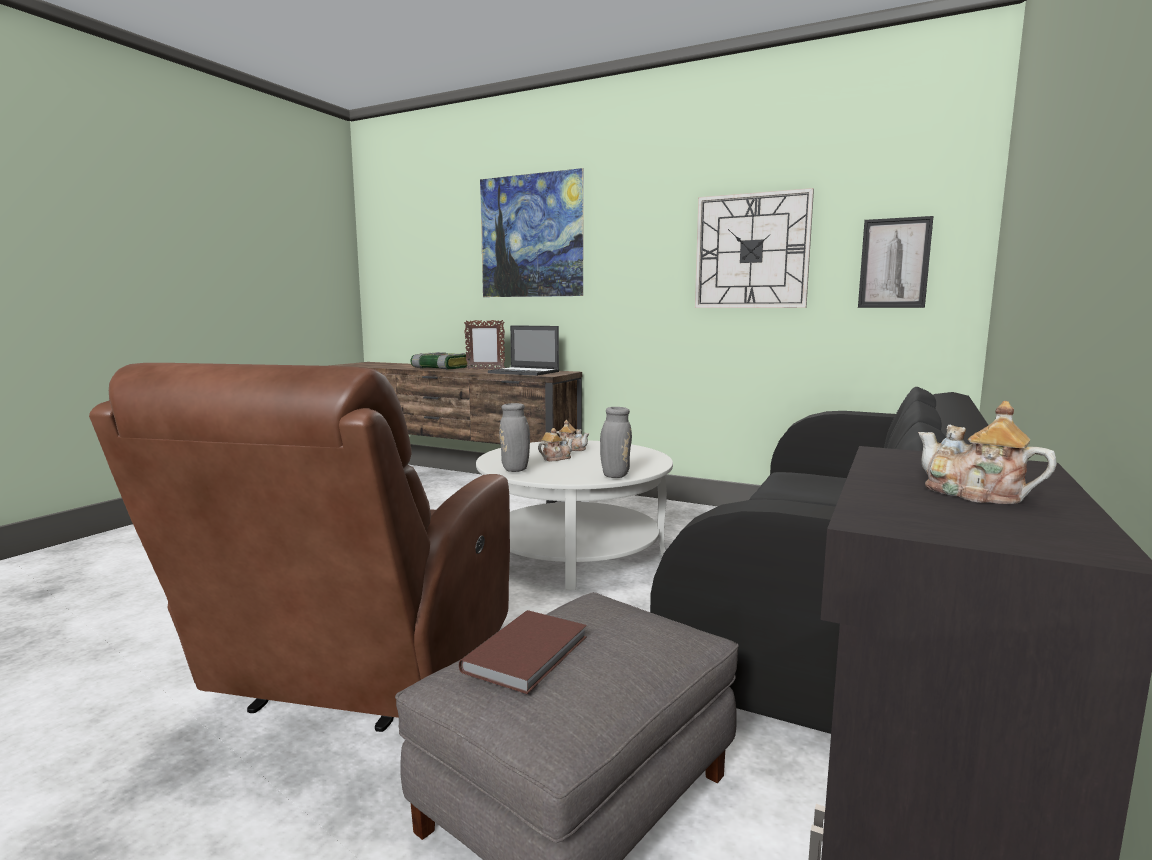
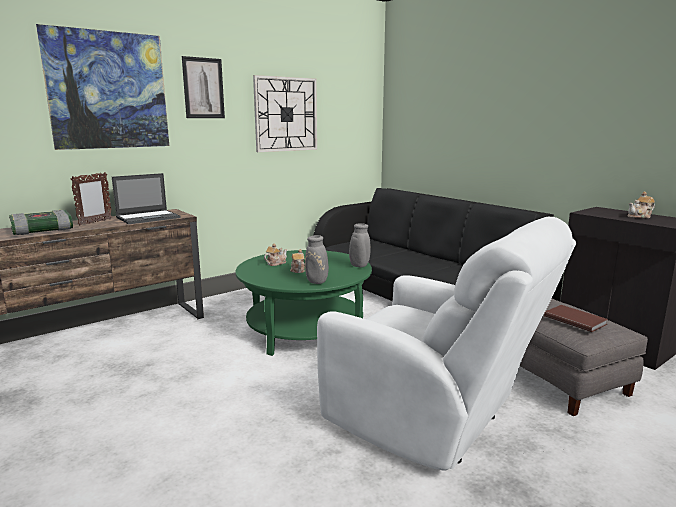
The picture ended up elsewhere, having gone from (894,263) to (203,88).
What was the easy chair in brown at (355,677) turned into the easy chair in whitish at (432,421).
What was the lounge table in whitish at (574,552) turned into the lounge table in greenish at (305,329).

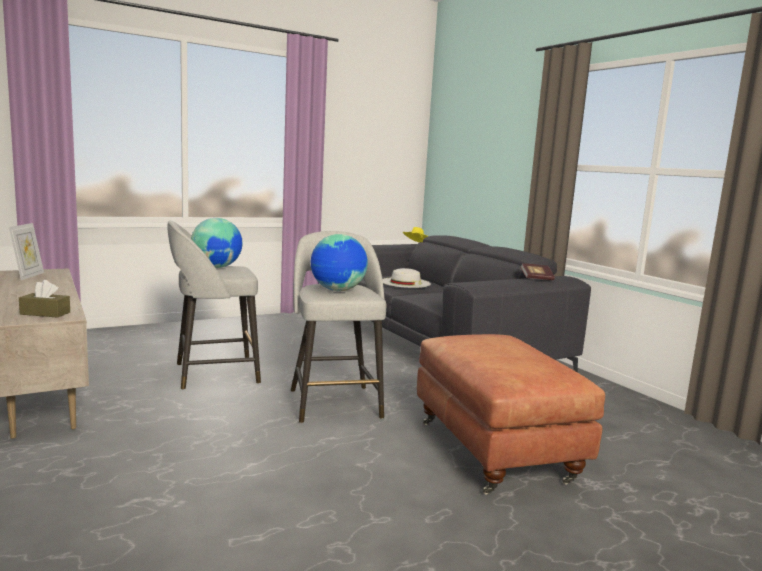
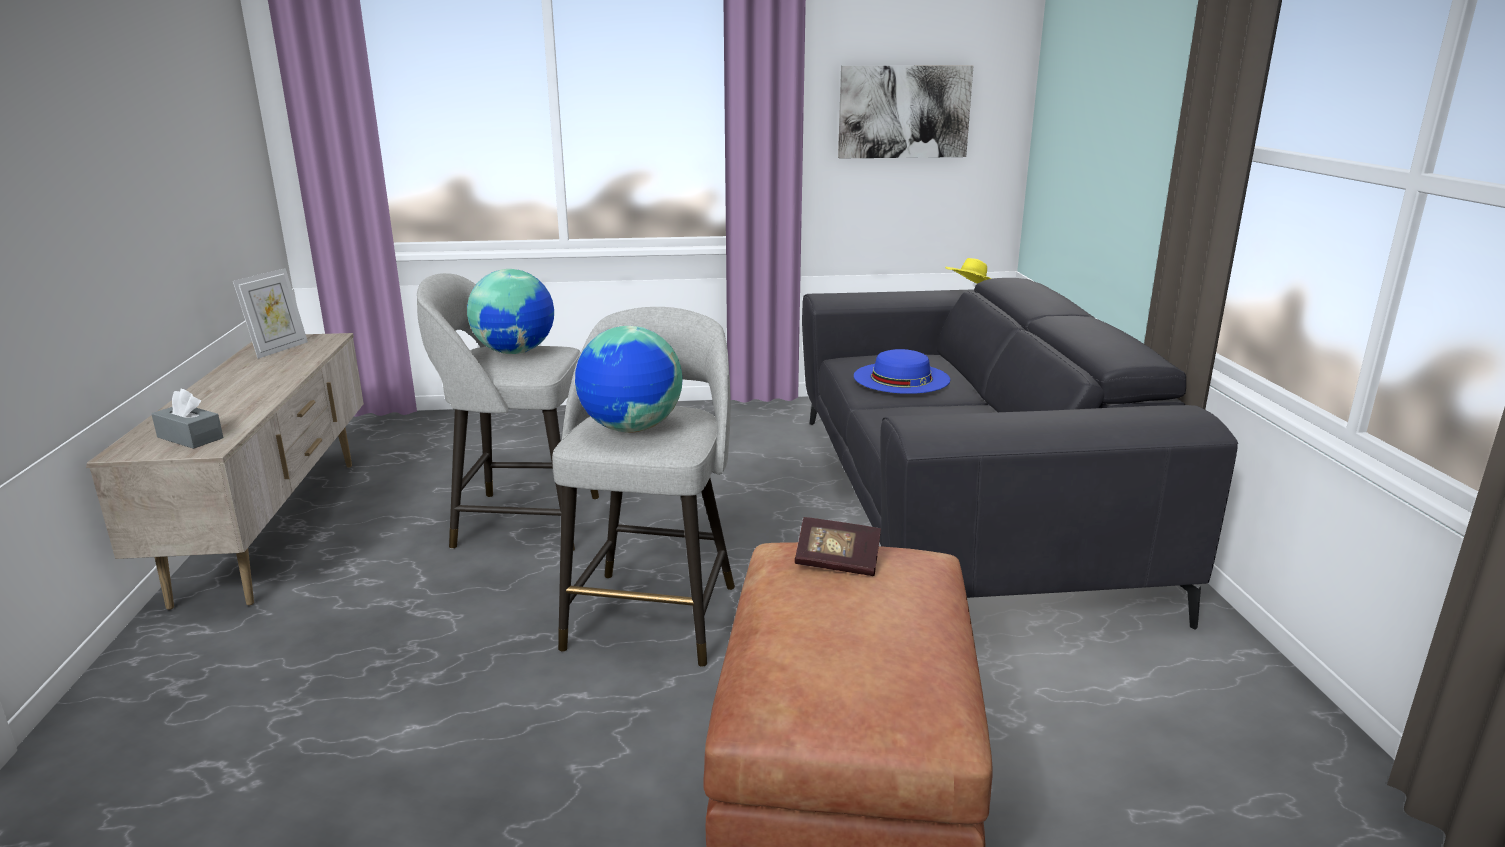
The bound book ended up elsewhere, having gone from (536,278) to (837,562).
What was the hat in whitish at (405,282) turned into the hat in blue at (901,378).
What was the box of tissues in brown at (45,313) turned into the box of tissues in gray at (190,437).
The second view gained the picture at (903,112).

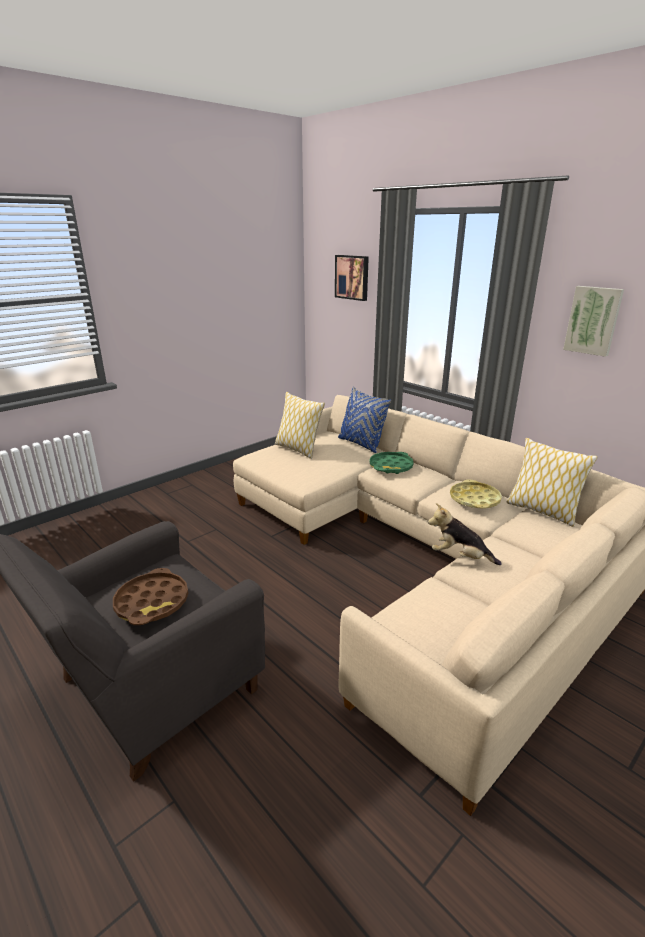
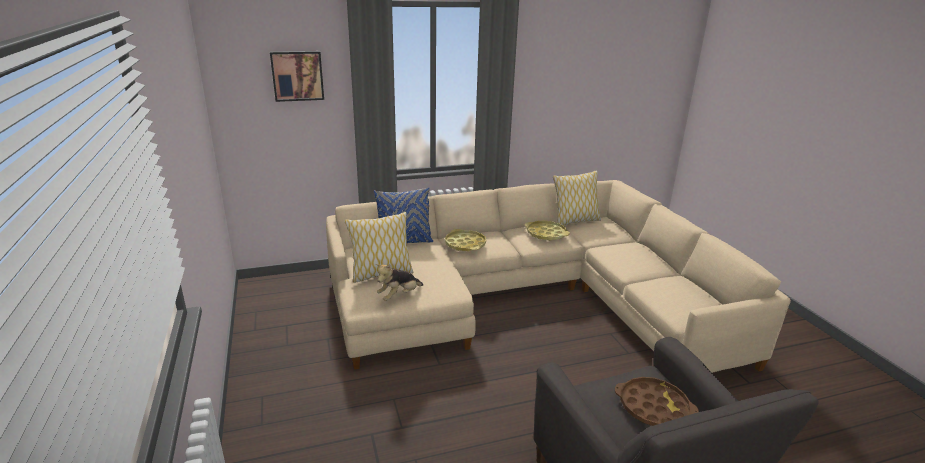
The second view lost the picture at (593,320).
What was the serving tray in greenish at (391,466) turned into the serving tray in yellow at (465,244).
The cuddly toy ended up elsewhere, having gone from (460,557) to (399,296).

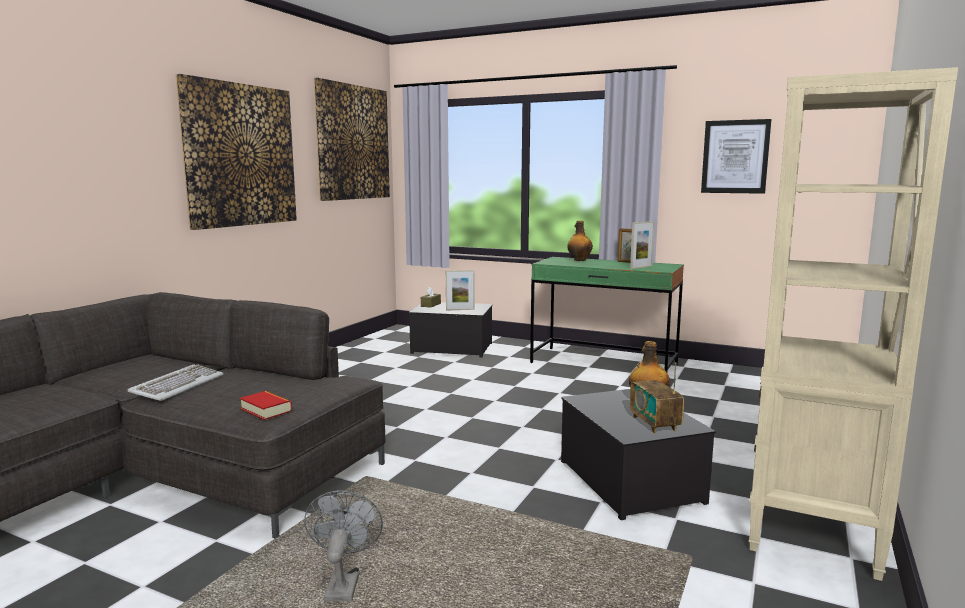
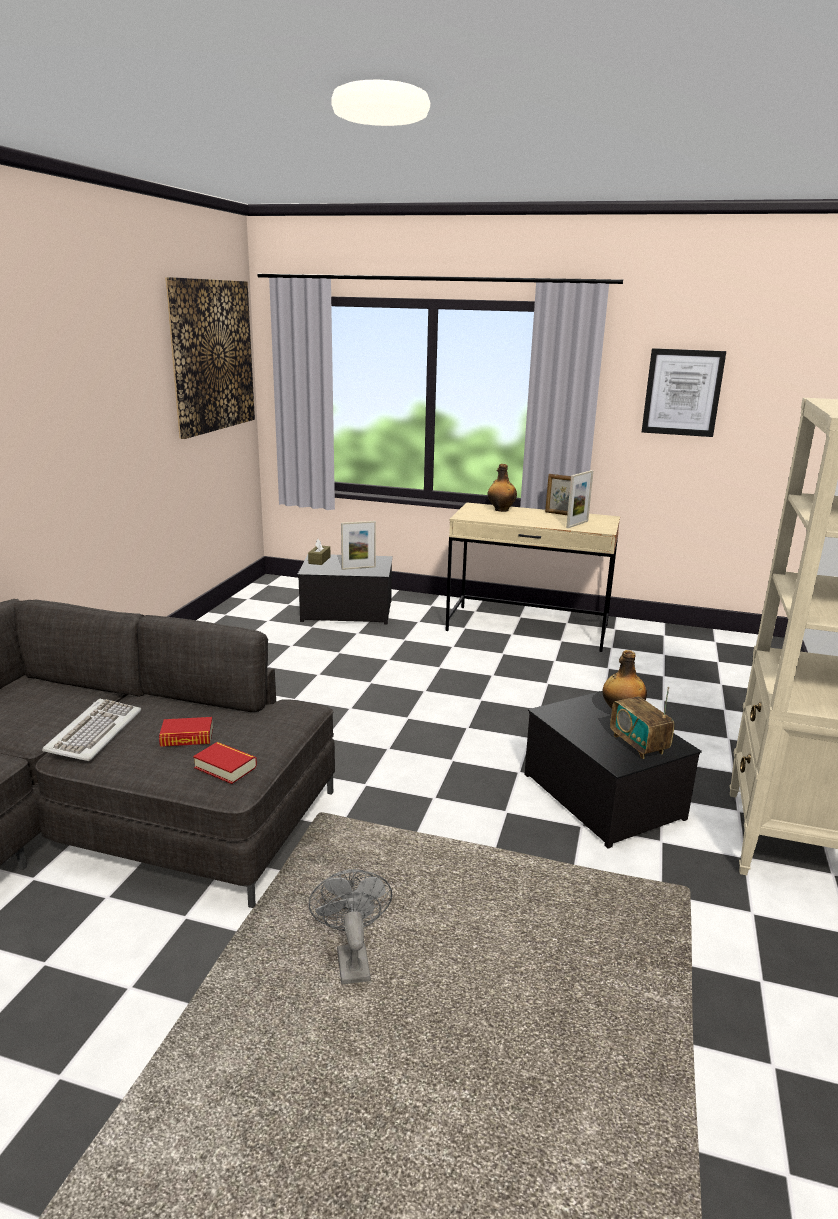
The second view lost the picture at (240,155).
What was the desk in greenish at (603,363) turned into the desk in sand-coloured at (527,628).
The second view gained the bound book at (187,737).

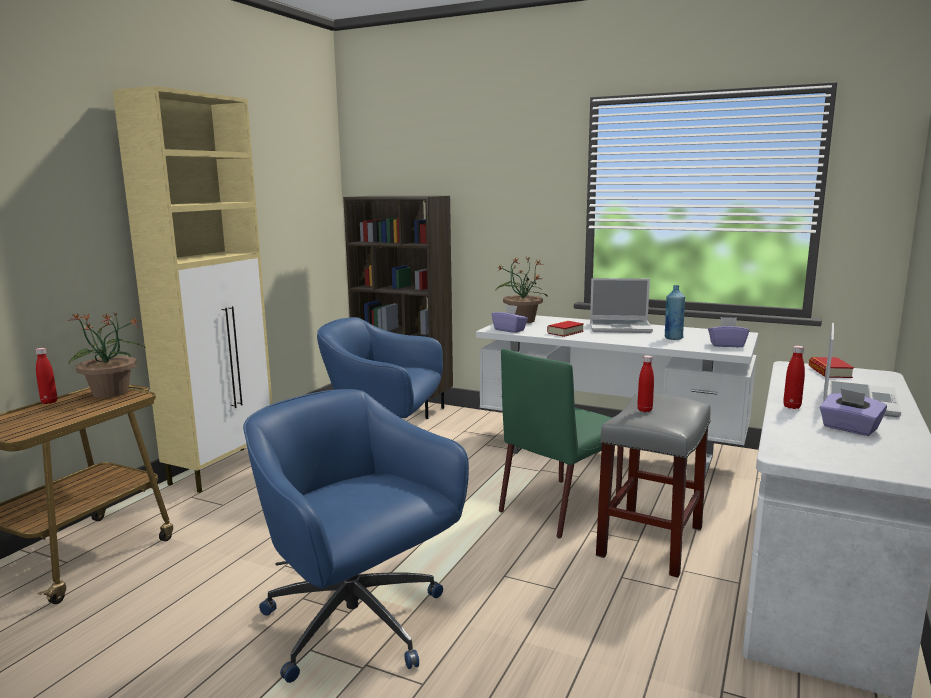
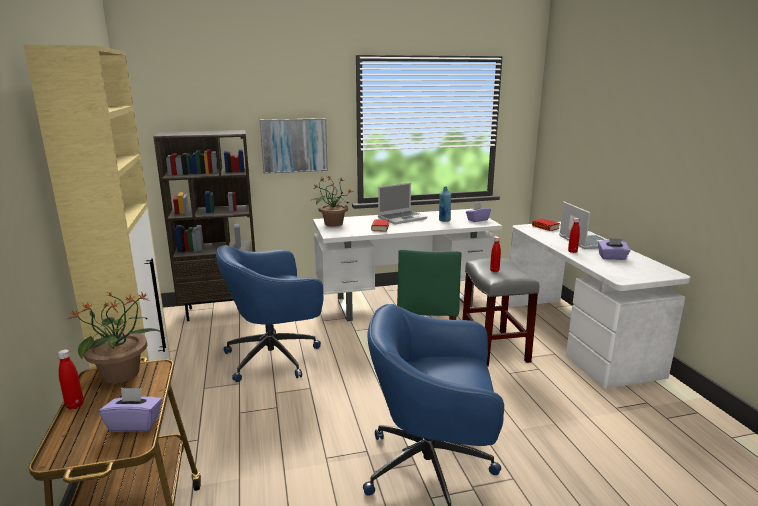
The box of tissues in purple ended up elsewhere, having gone from (509,330) to (135,424).
The second view gained the picture at (294,145).

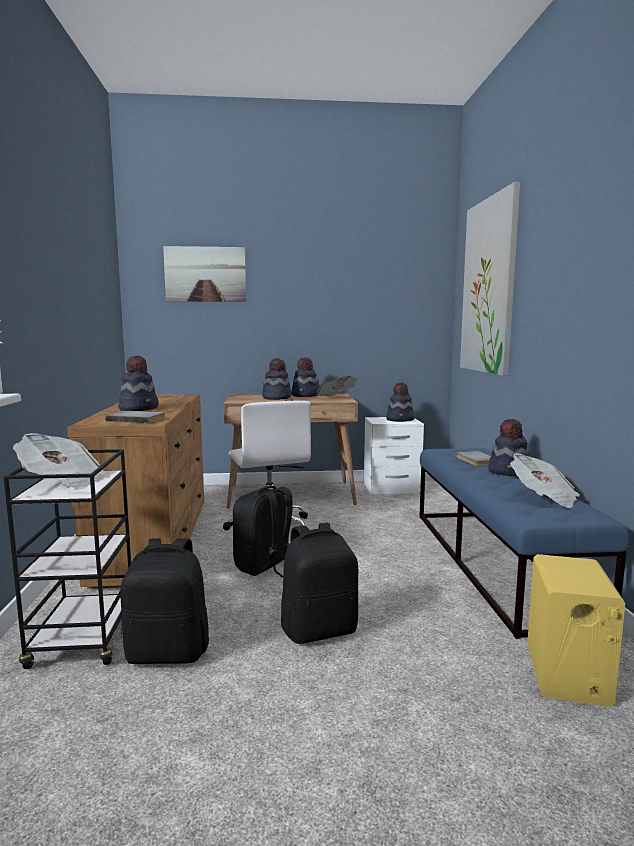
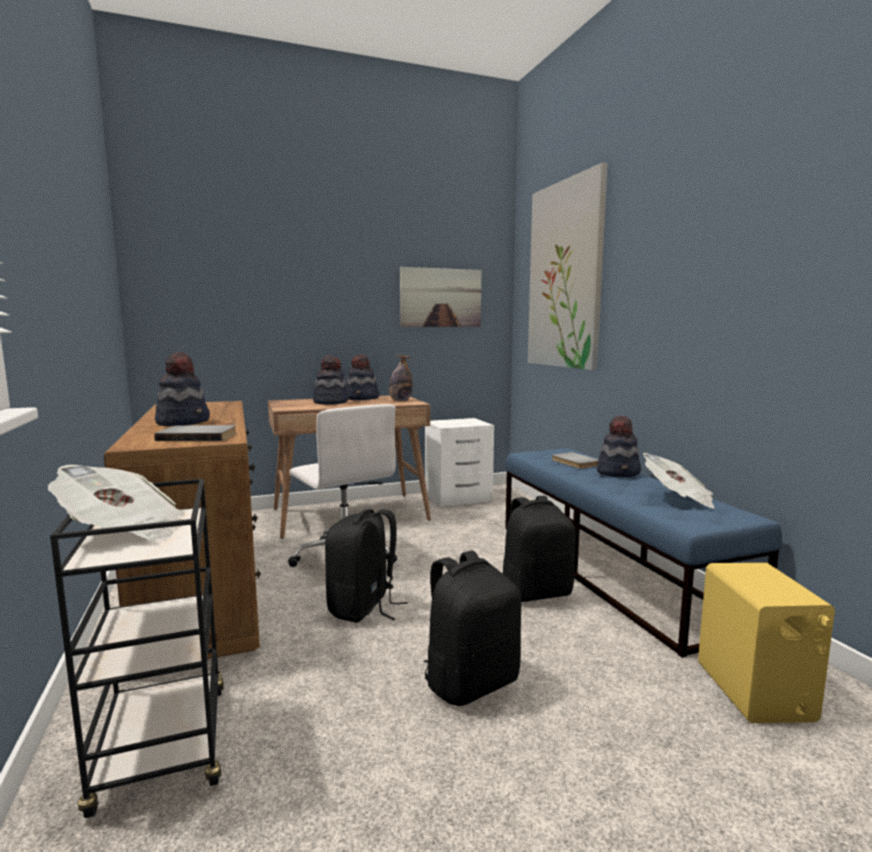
The picture ended up elsewhere, having gone from (205,274) to (441,297).
Where the newspaper stood at (336,398), the beverage bottle came to stand at (400,401).
The second view lost the hat at (400,420).
The knapsack in blackish ended up elsewhere, having gone from (168,652) to (536,592).

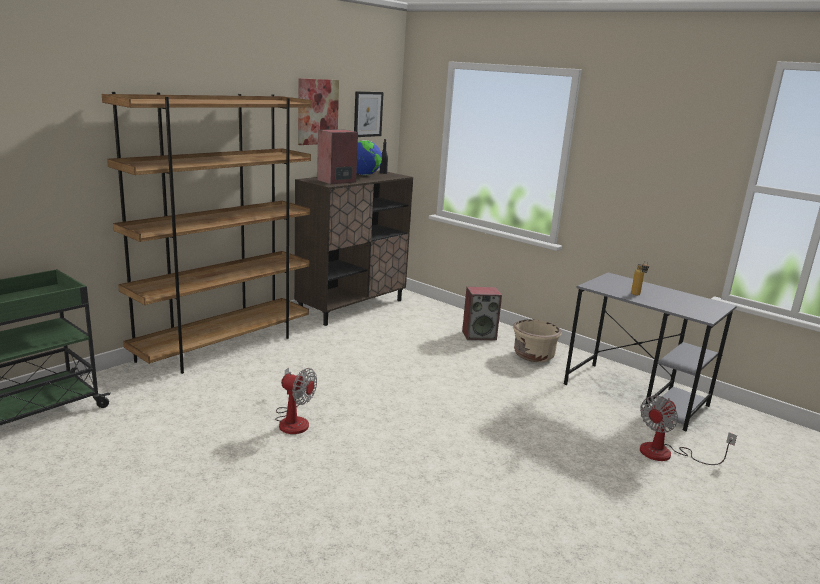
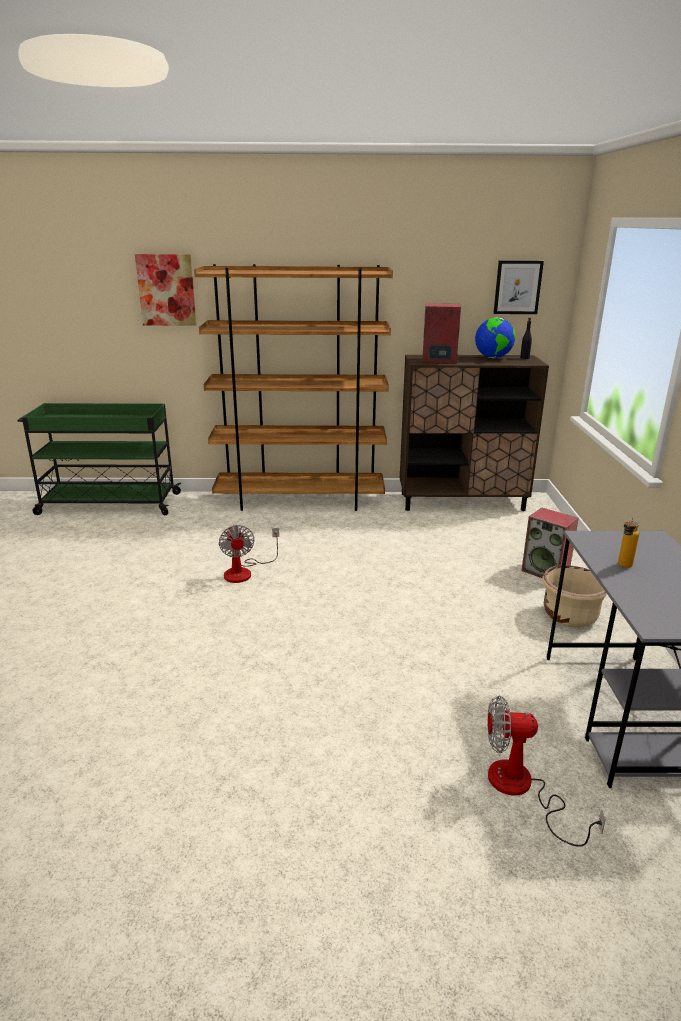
The picture ended up elsewhere, having gone from (317,112) to (166,290).

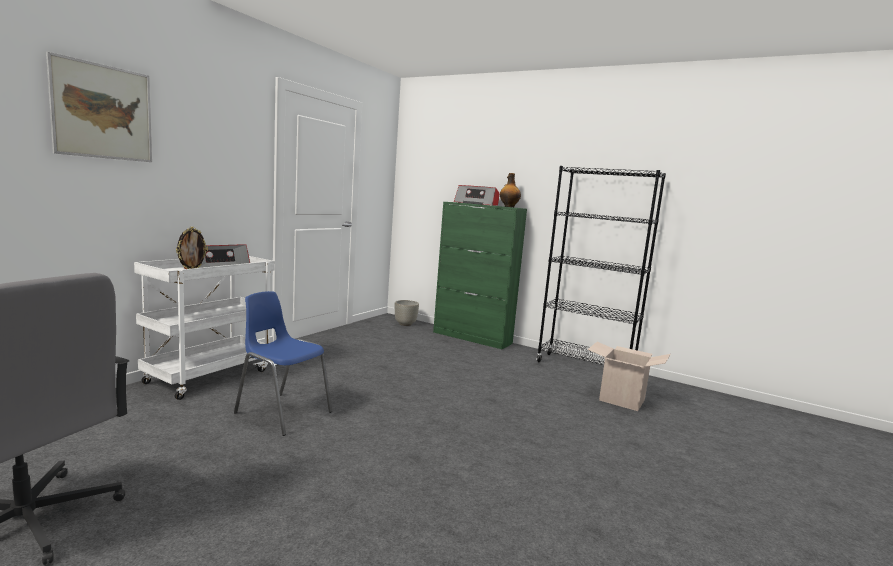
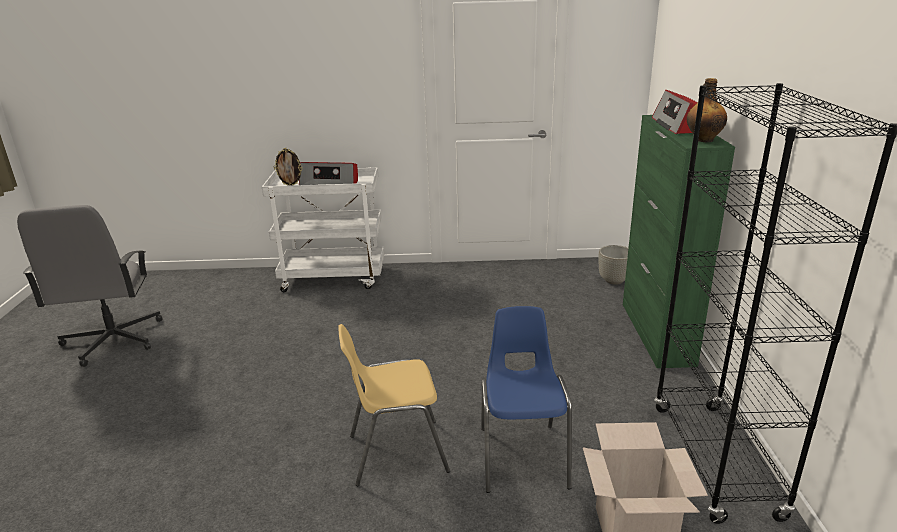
The second view lost the picture at (103,112).
The plain chair in blue ended up elsewhere, having gone from (282,412) to (522,456).
The second view gained the plain chair in yellow at (396,452).

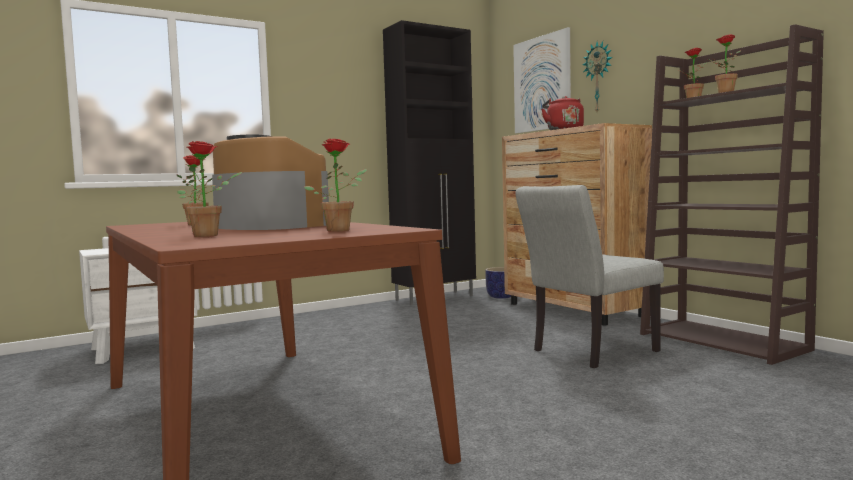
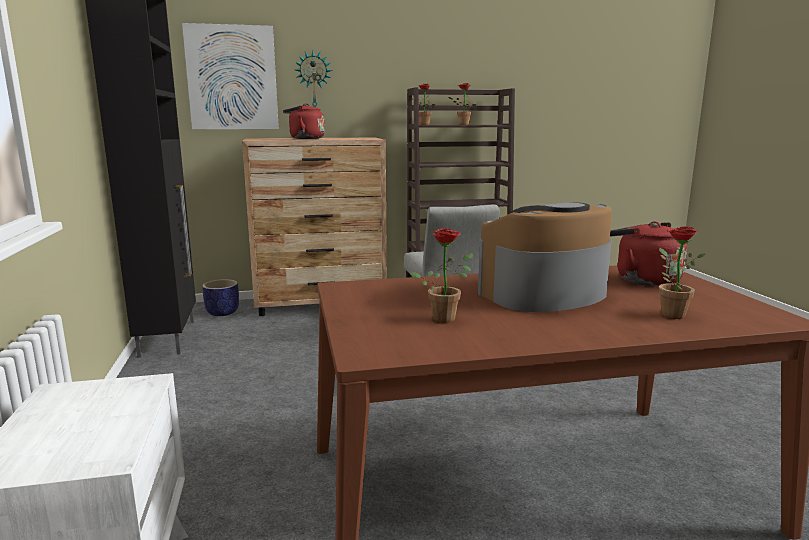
Where the potted plant stood at (341,230), the water kettle in red-coloured came to stand at (643,279).

